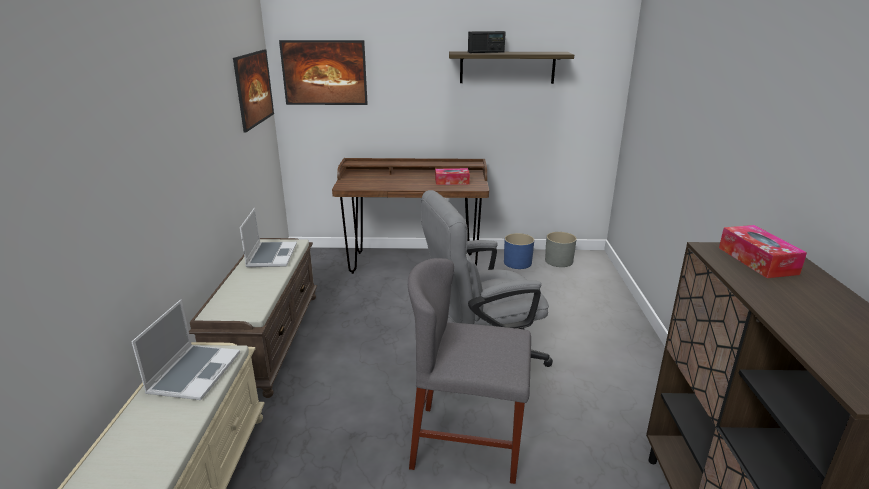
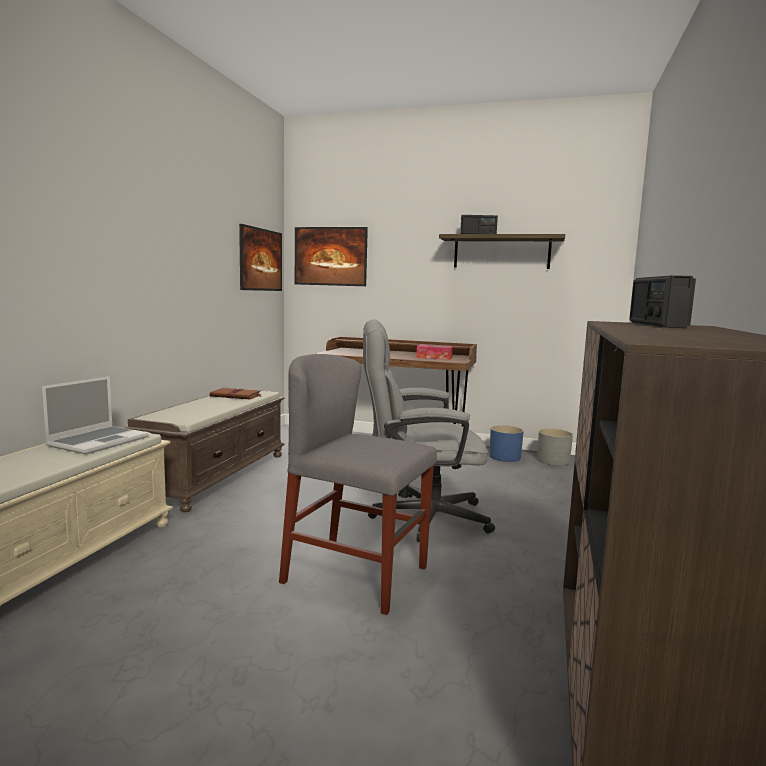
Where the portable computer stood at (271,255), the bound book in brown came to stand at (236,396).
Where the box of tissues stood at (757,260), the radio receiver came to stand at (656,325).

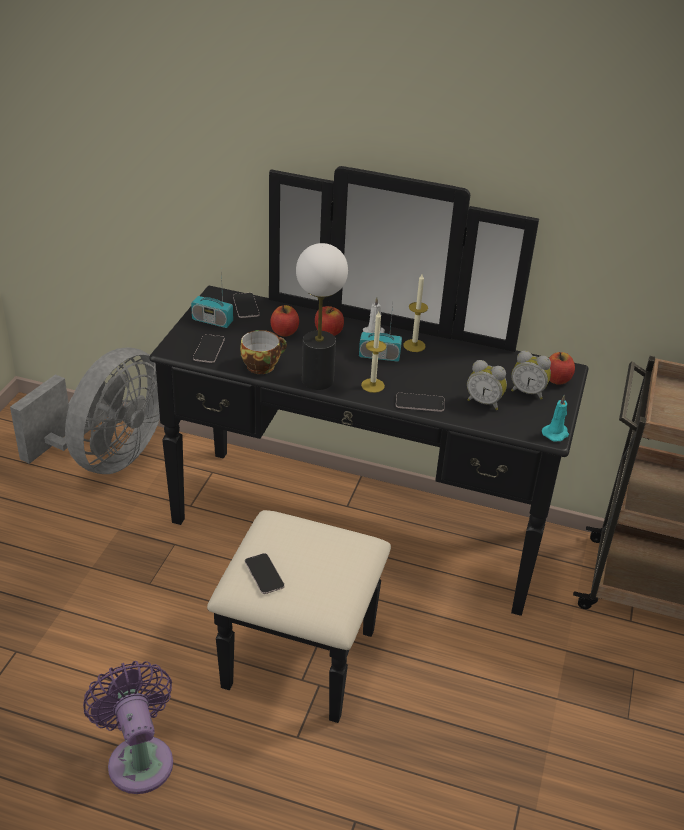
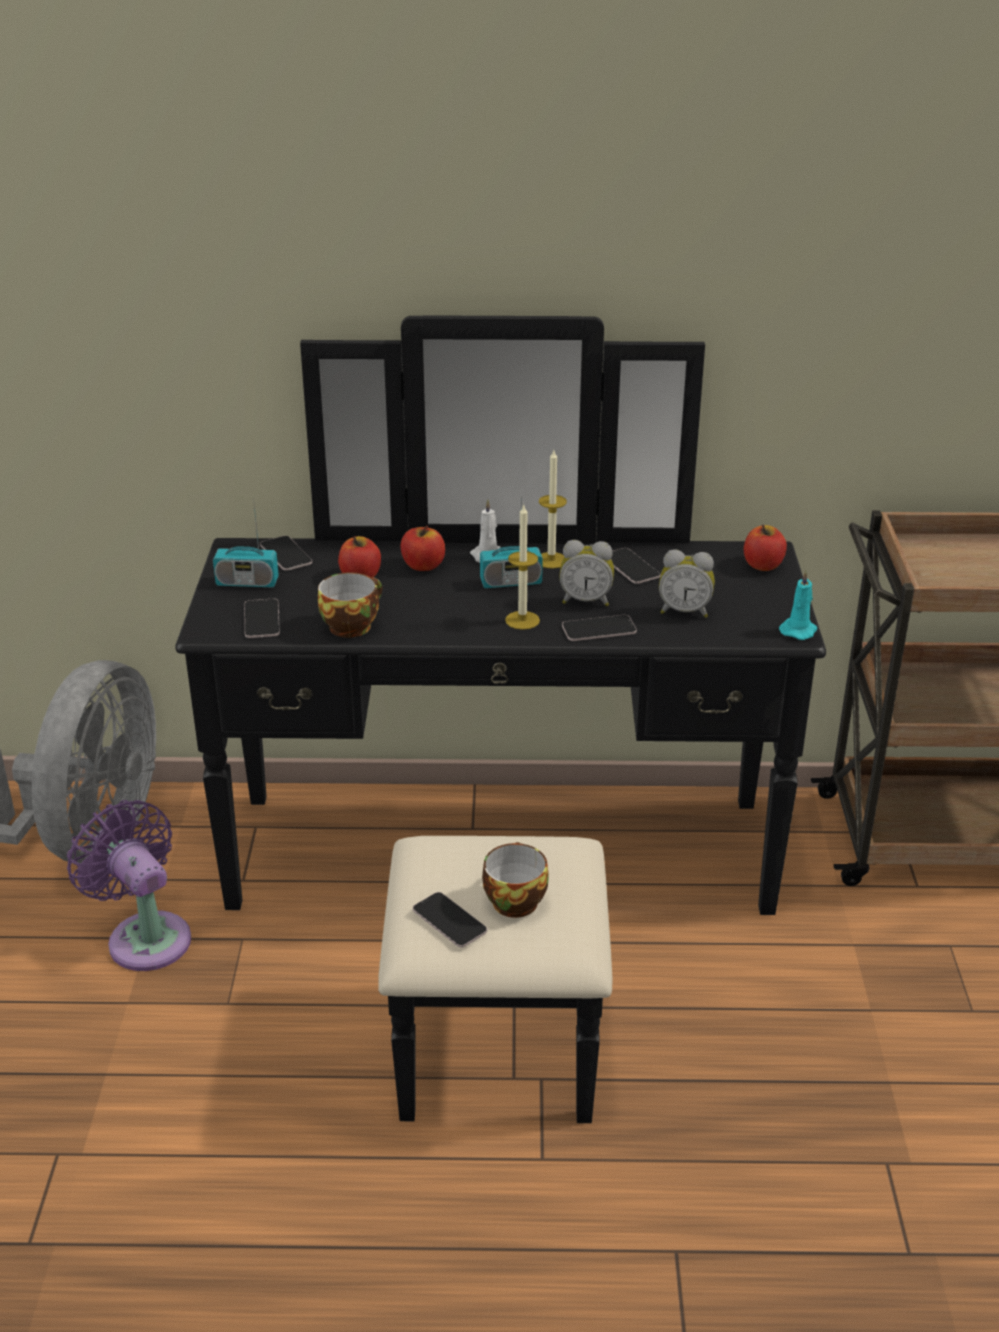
The second view lost the table lamp at (317,380).
The bedside clock ended up elsewhere, having gone from (528,392) to (586,600).
The fan in purple ended up elsewhere, having gone from (139,758) to (145,936).
The second view gained the phone at (630,567).
The second view gained the drinking cup at (513,900).

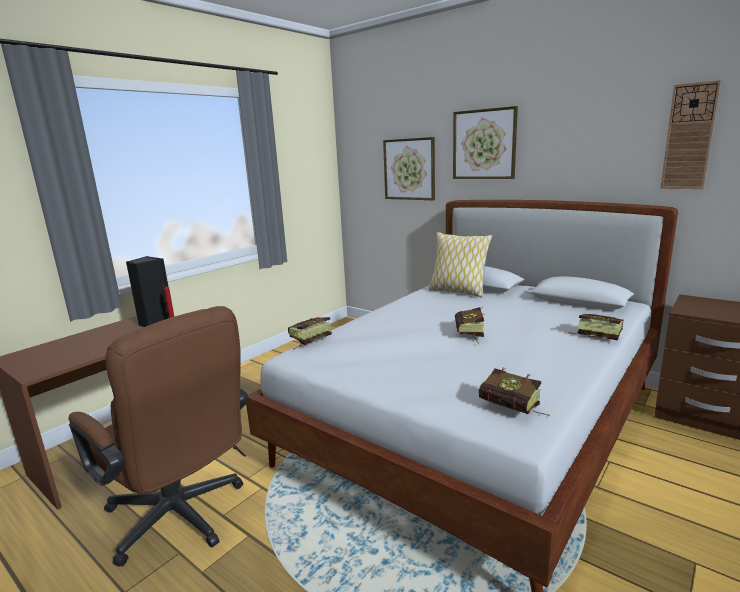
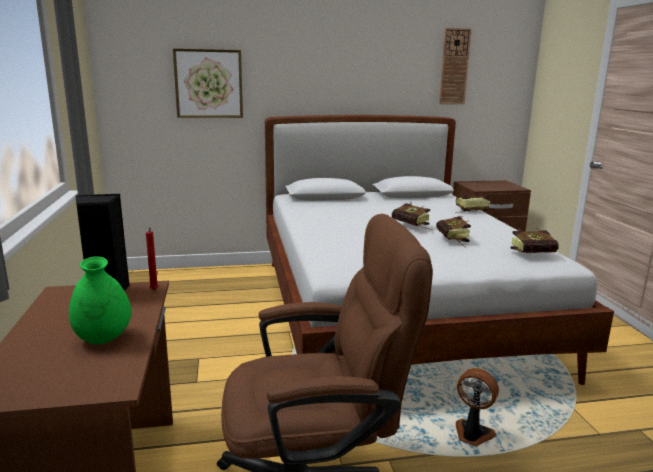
The second view lost the picture at (484,144).
The second view lost the cushion at (458,292).
The bound book ended up elsewhere, having gone from (307,341) to (453,241).
The second view gained the decorative vase in greenish at (103,339).
The second view gained the fan at (472,435).

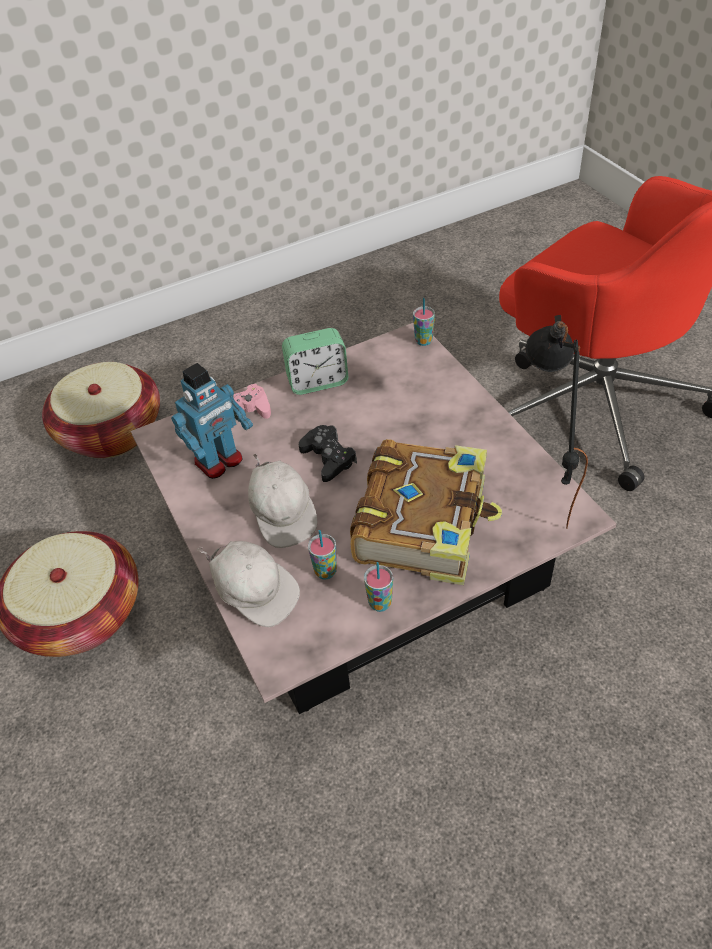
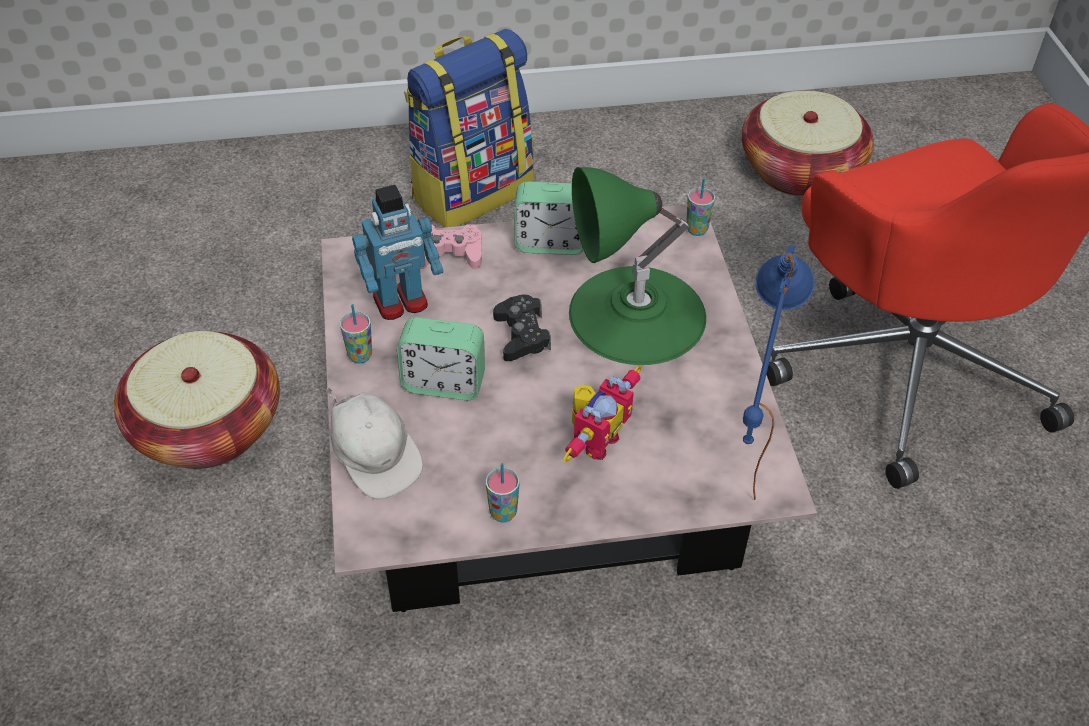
What was the table lamp in blackish at (541,493) turned into the table lamp in blue at (746,449).
The household basket ended up elsewhere, having gone from (112,431) to (800,170).
Where the bound book stood at (424,522), the toy robot came to stand at (594,440).
Where the peaked cap in whitish stood at (283,515), the bedside clock came to stand at (443,383).
The drinking cup ended up elsewhere, having gone from (325,571) to (360,356).
The second view gained the knapsack at (472,190).
The second view gained the table lamp in greenish at (637,314).

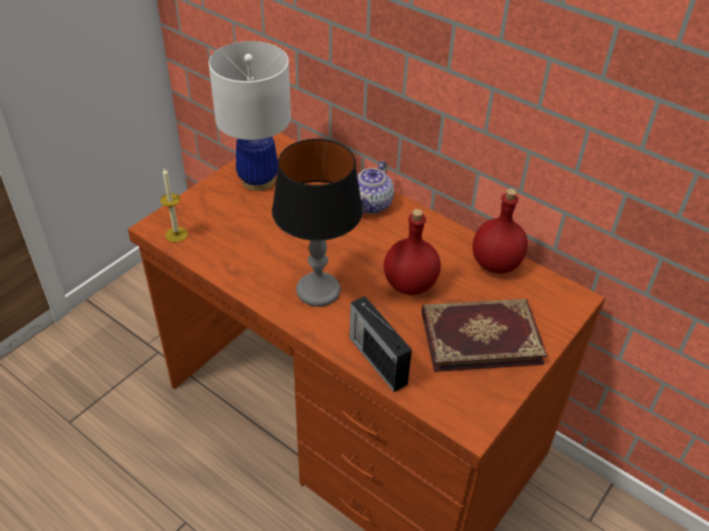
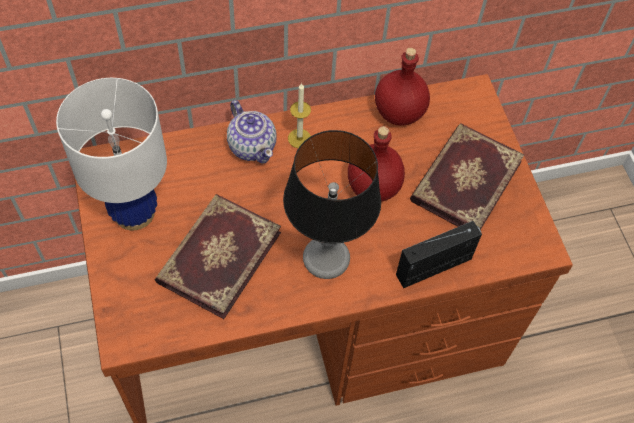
The wax candle ended up elsewhere, having gone from (176,234) to (299,138).
The radio receiver at (377,359) ended up facing another way, 150 degrees clockwise from before.
The second view gained the bound book at (217,256).

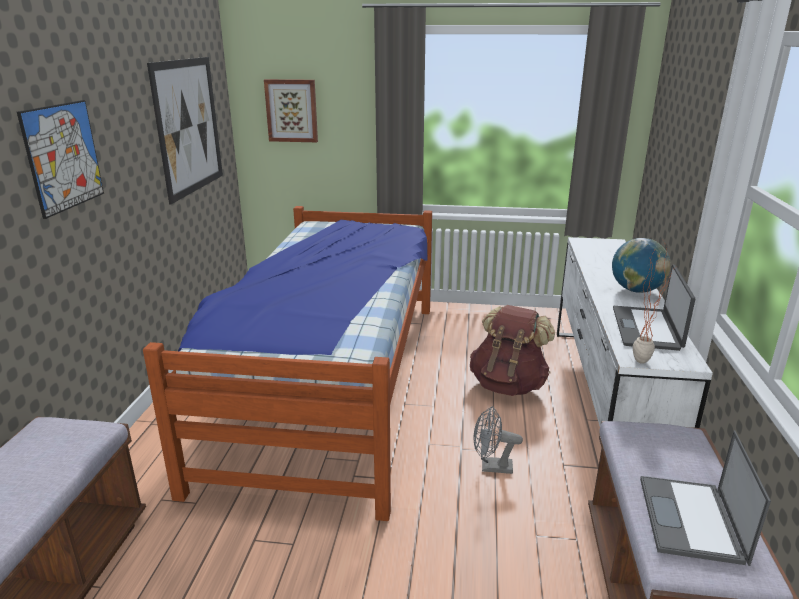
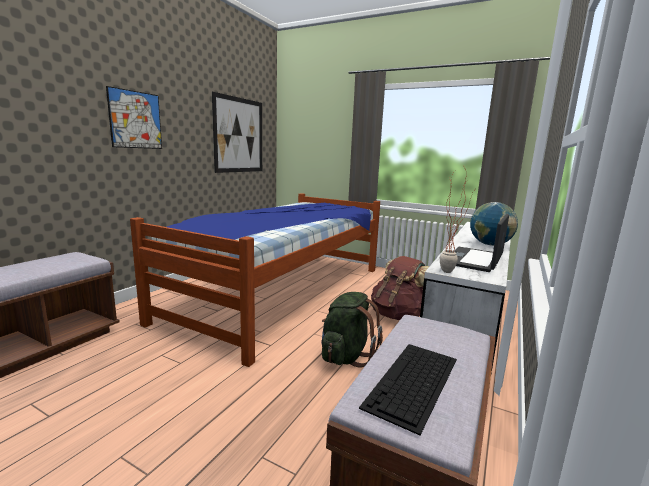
The second view lost the picture at (292,110).
Where the fan in gray stood at (491,467), the knapsack in greenish came to stand at (346,356).
Where the portable computer stood at (691,520), the keyboard came to stand at (413,382).

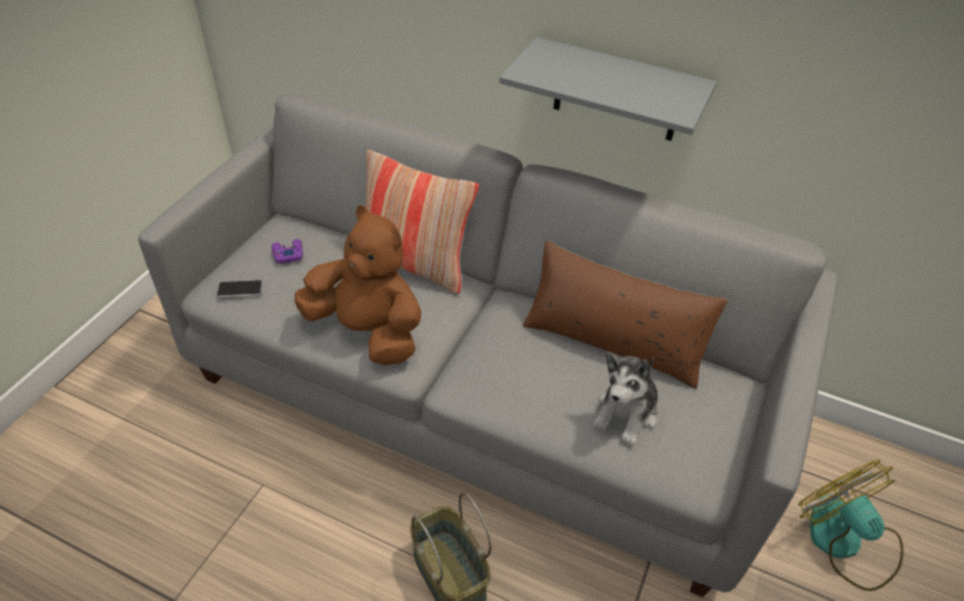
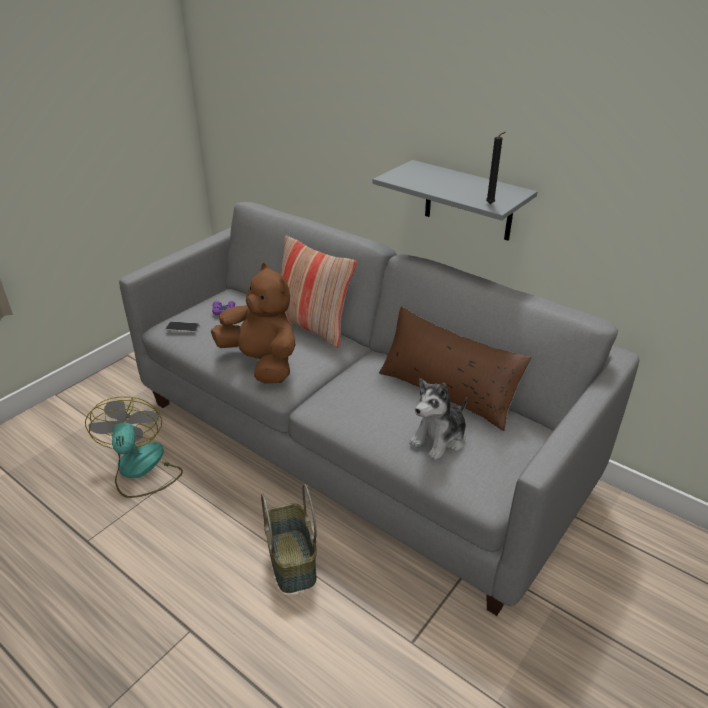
The fan ended up elsewhere, having gone from (845,542) to (141,470).
The second view gained the wax candle in blackish at (491,204).

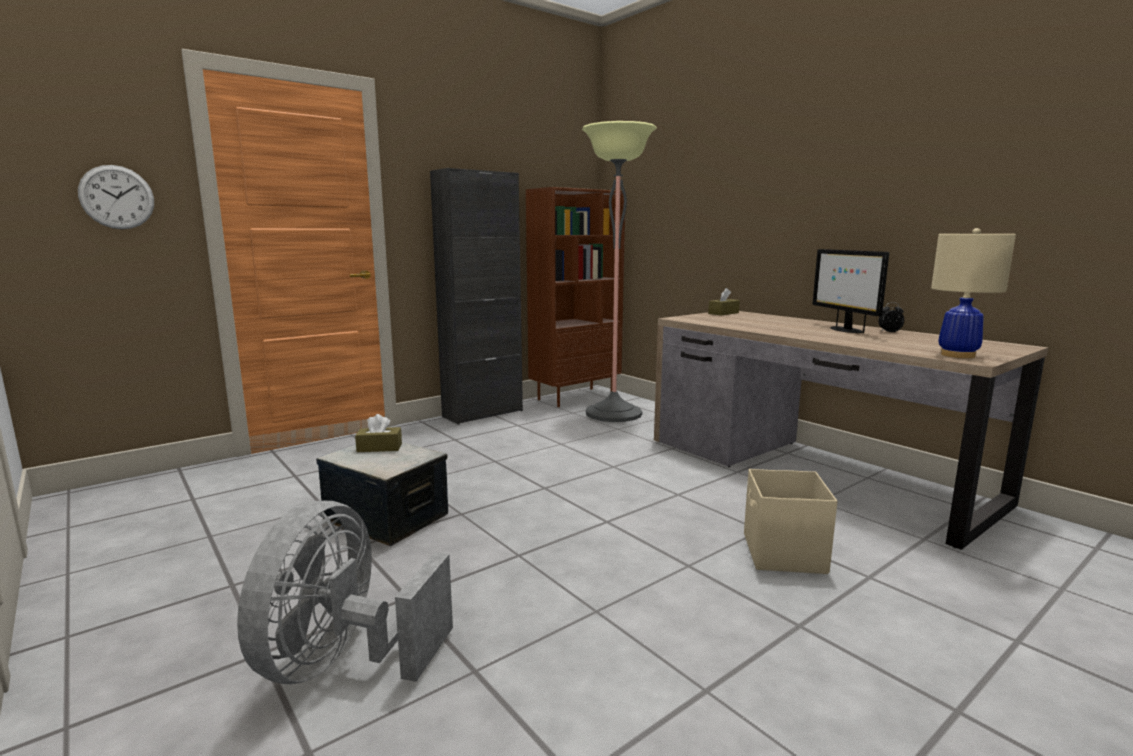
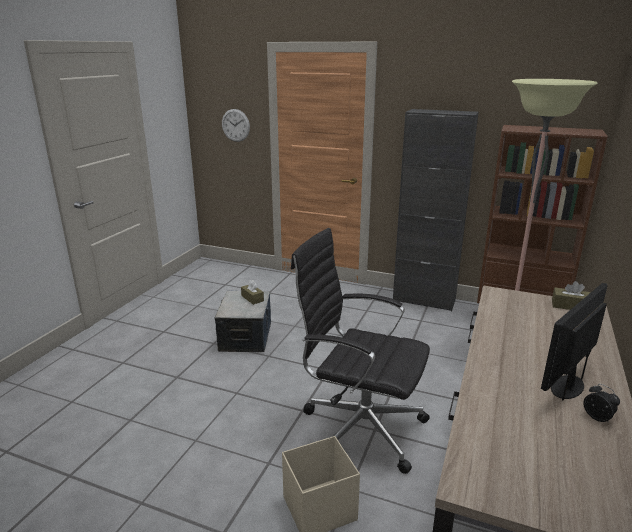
The second view lost the table lamp in sand-coloured at (957,355).
The second view lost the fan in gray at (344,662).
The second view gained the office chair in blackish at (359,427).

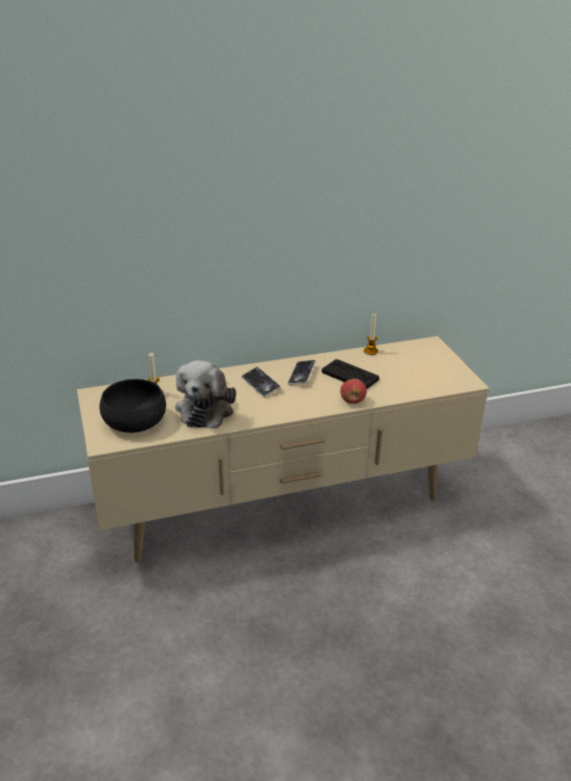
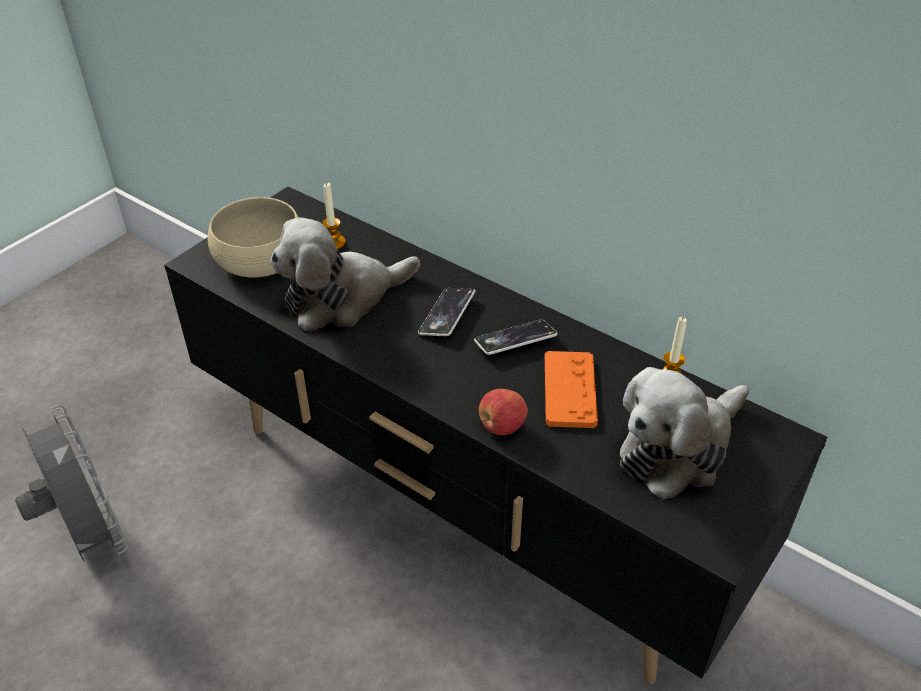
What was the tv unit in sand-coloured at (284,507) turned into the tv unit in blackish at (463,509).
What was the game controller in blackish at (350,376) turned into the game controller in orange at (569,390).
What was the deep dish in blackish at (135,421) turned into the deep dish in sand-coloured at (260,260).
The second view gained the cuddly toy at (678,448).
The second view gained the fan in gray at (90,536).

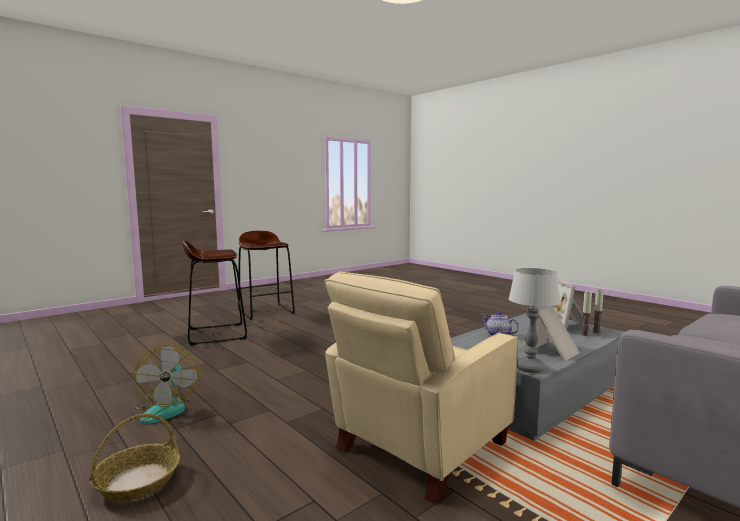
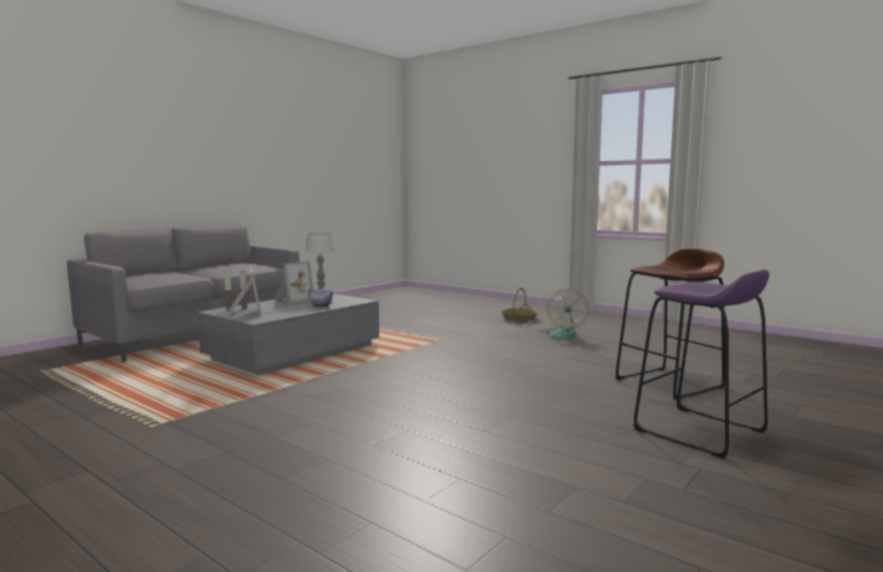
What was the sitting stool in brown at (266,312) turned into the sitting stool in purple at (699,431).
The second view lost the easy chair in sand-coloured at (417,447).
The fan at (166,408) ended up facing another way, 150 degrees counterclockwise from before.

